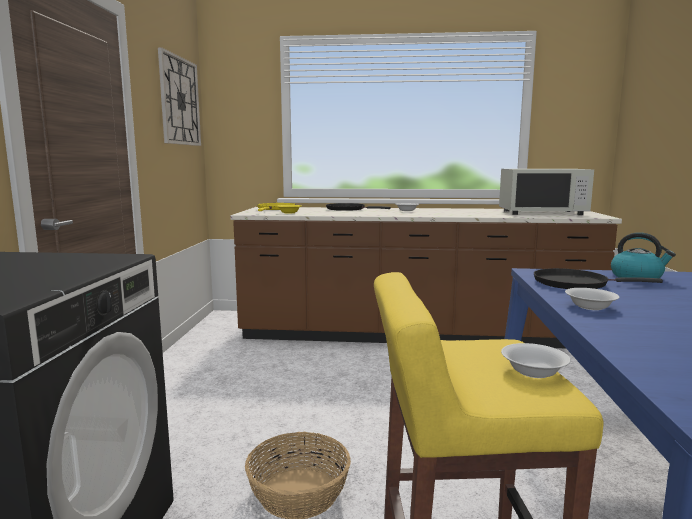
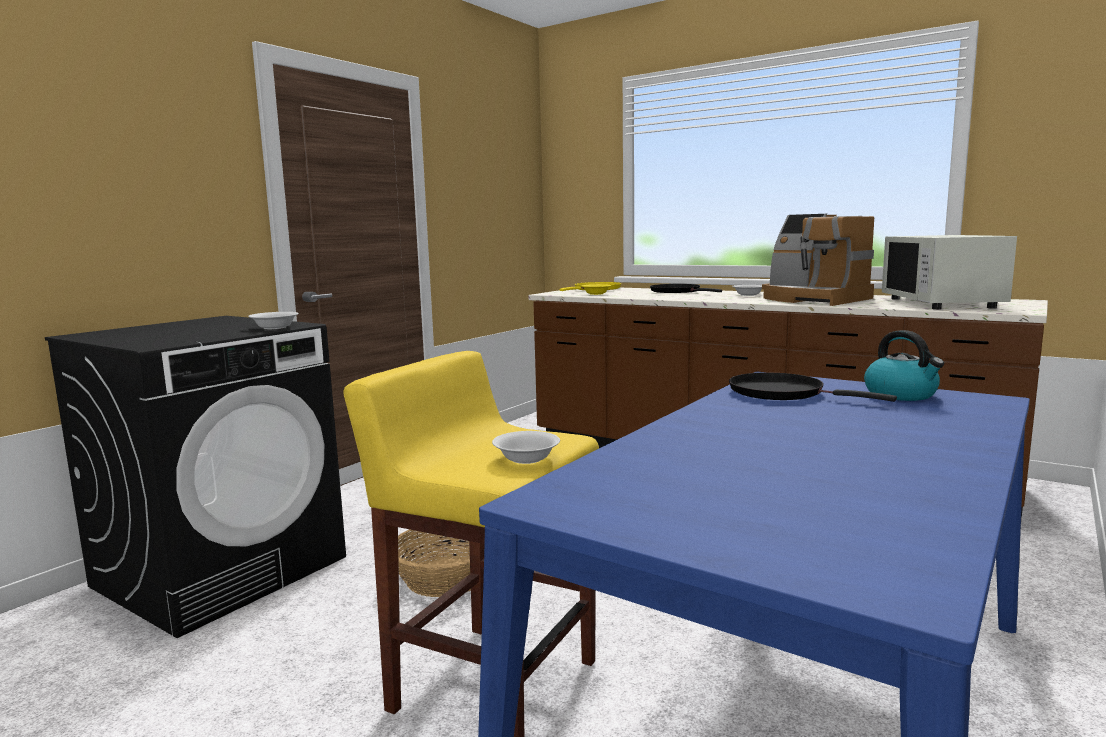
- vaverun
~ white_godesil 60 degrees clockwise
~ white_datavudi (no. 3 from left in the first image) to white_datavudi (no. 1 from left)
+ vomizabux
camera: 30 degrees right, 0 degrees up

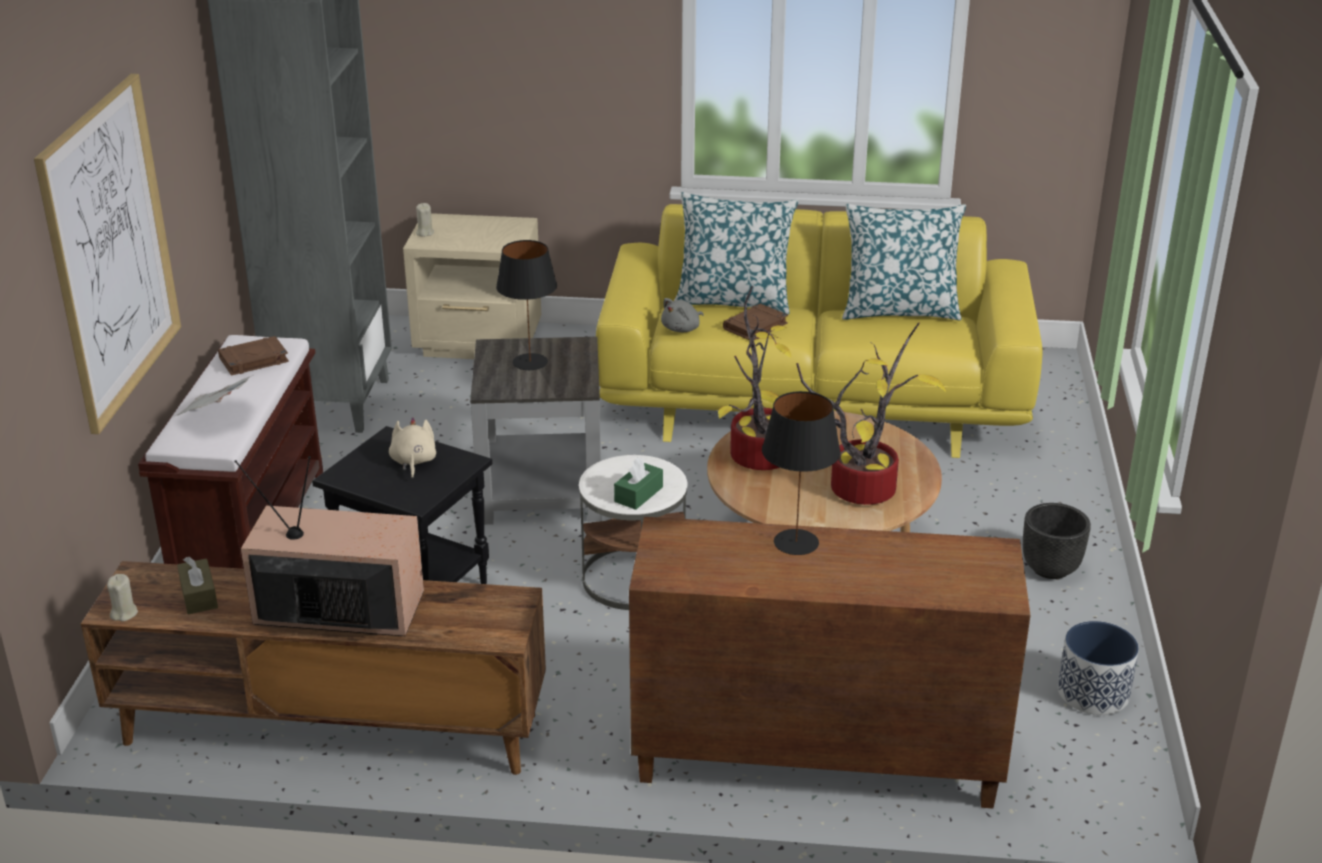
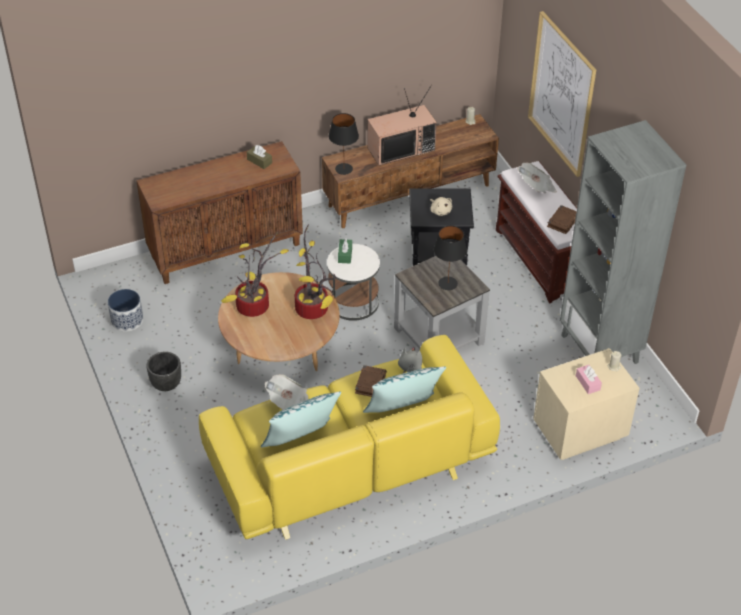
~ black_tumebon (no. 2 from left in the first image) to black_tumebon (no. 1 from left)
~ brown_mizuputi
+ pink_mizuputi
+ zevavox (no. 1 from left)
camera: 150 degrees right, 15 degrees up

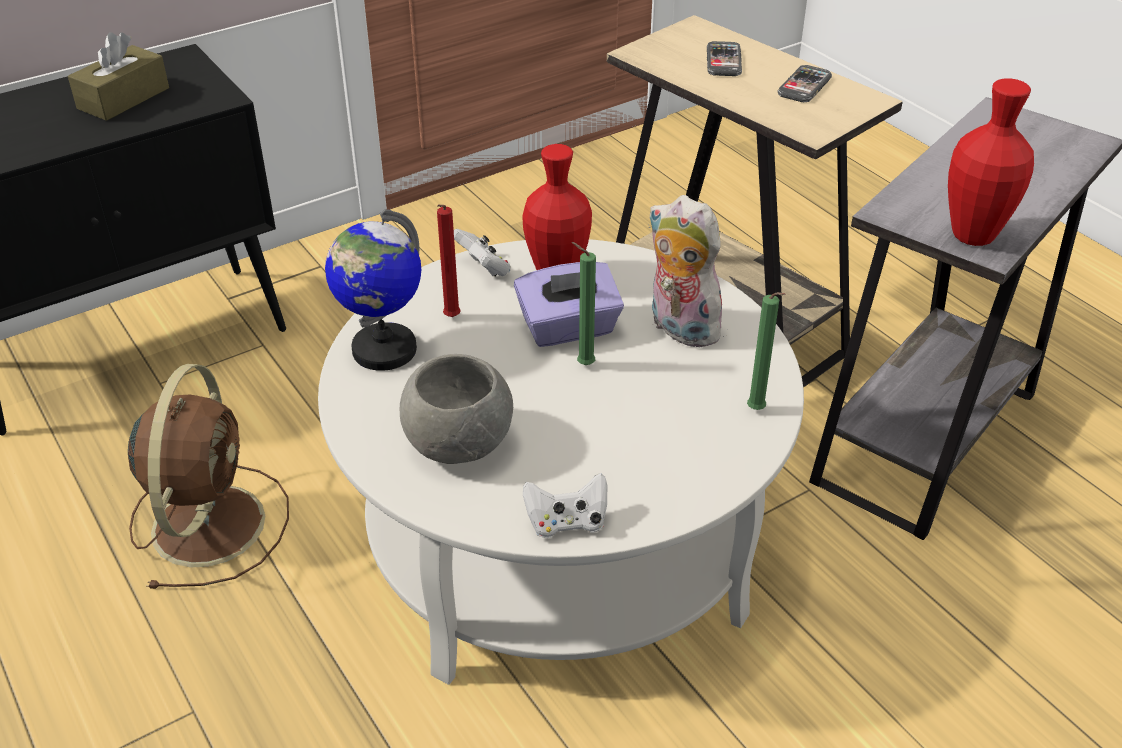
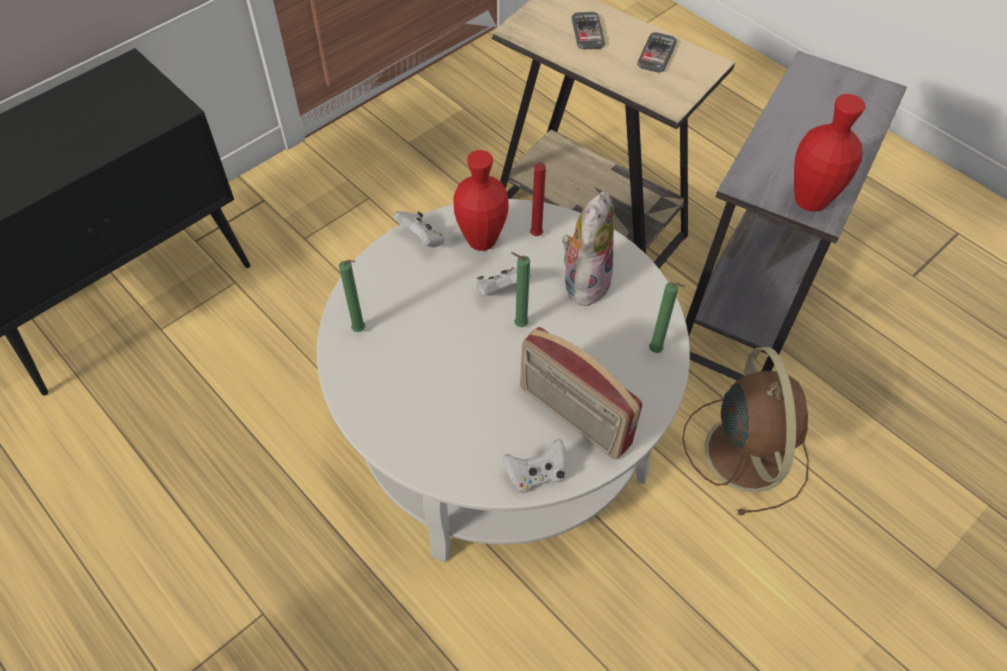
- brown_mizuputi
~ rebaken 75 degrees clockwise
~ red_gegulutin
~ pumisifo to green_gegulutin (no. 1 from left)
~ purple_mizuputi to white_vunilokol (no. 2 from left)
- grey_datavudi
~ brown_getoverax
+ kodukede
camera: 10 degrees left, 15 degrees up

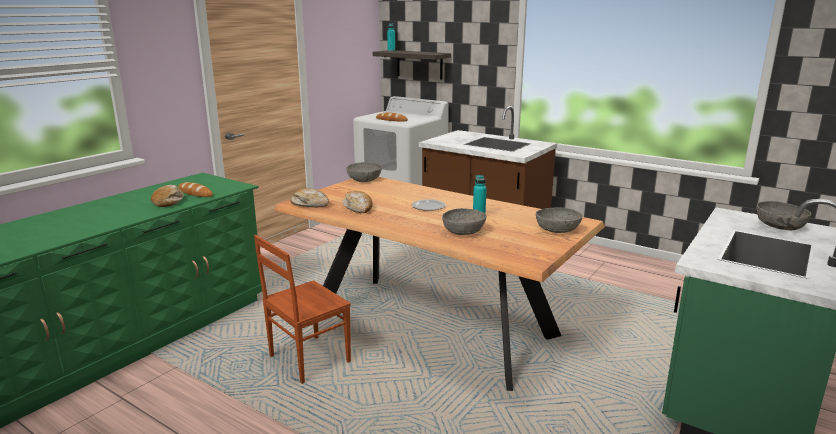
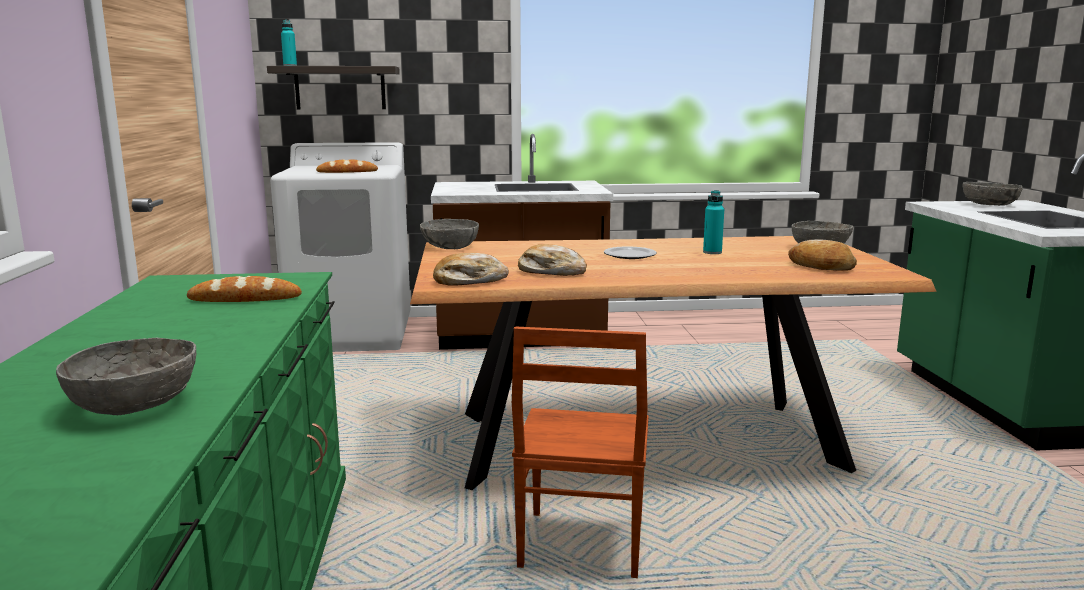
~ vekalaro (no. 1 from left in the first image) to vekalaro (no. 5 from left)
~ grey_datavudi (no. 2 from left in the first image) to grey_datavudi (no. 1 from left)
camera: 40 degrees left, 5 degrees down

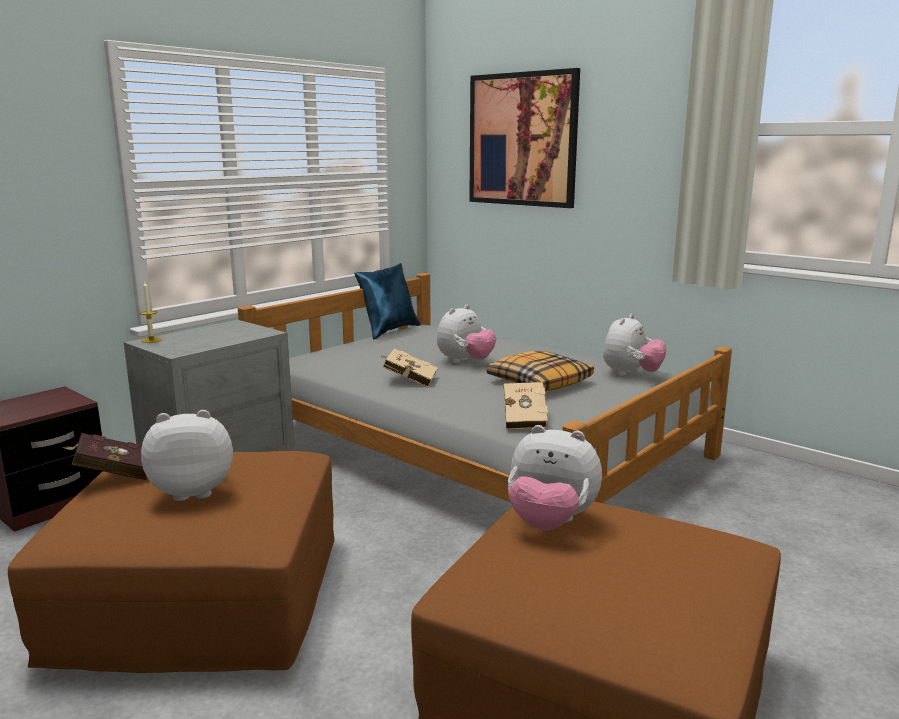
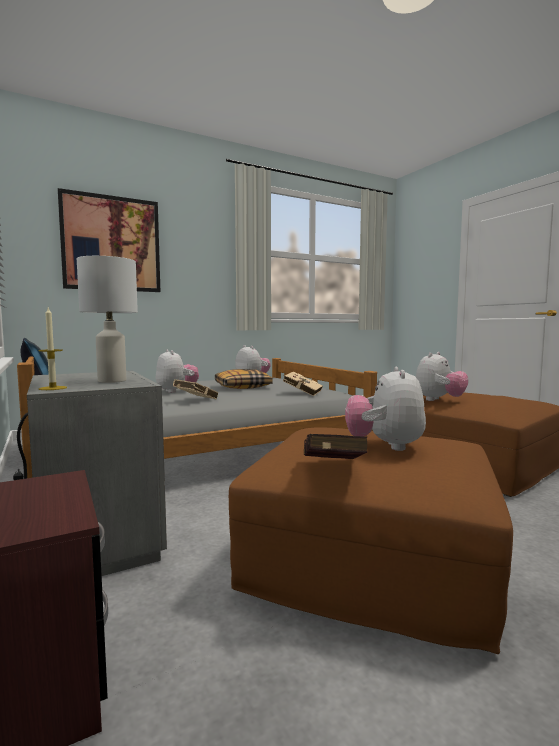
+ white_tumebon
camera: 70 degrees left, 10 degrees down

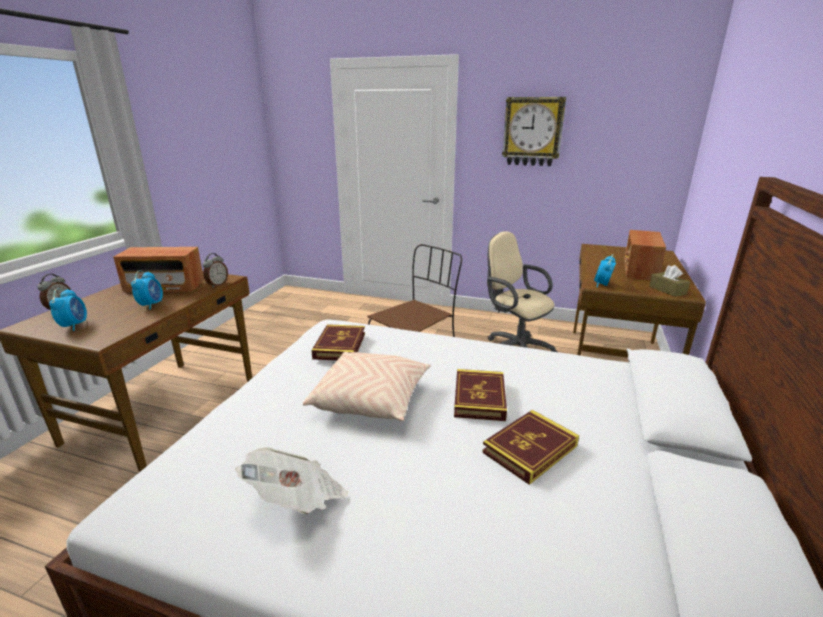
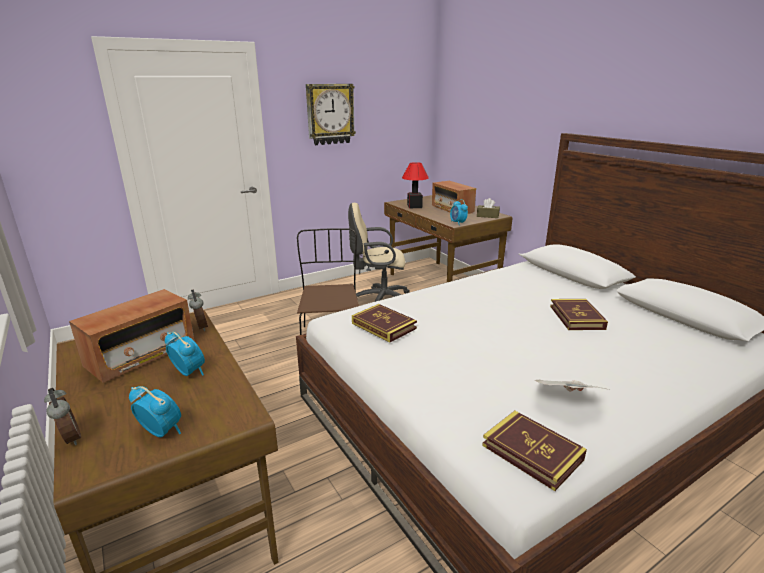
- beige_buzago
~ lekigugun (no. 2 from left)
+ tumebon
camera: 50 degrees left, 0 degrees up

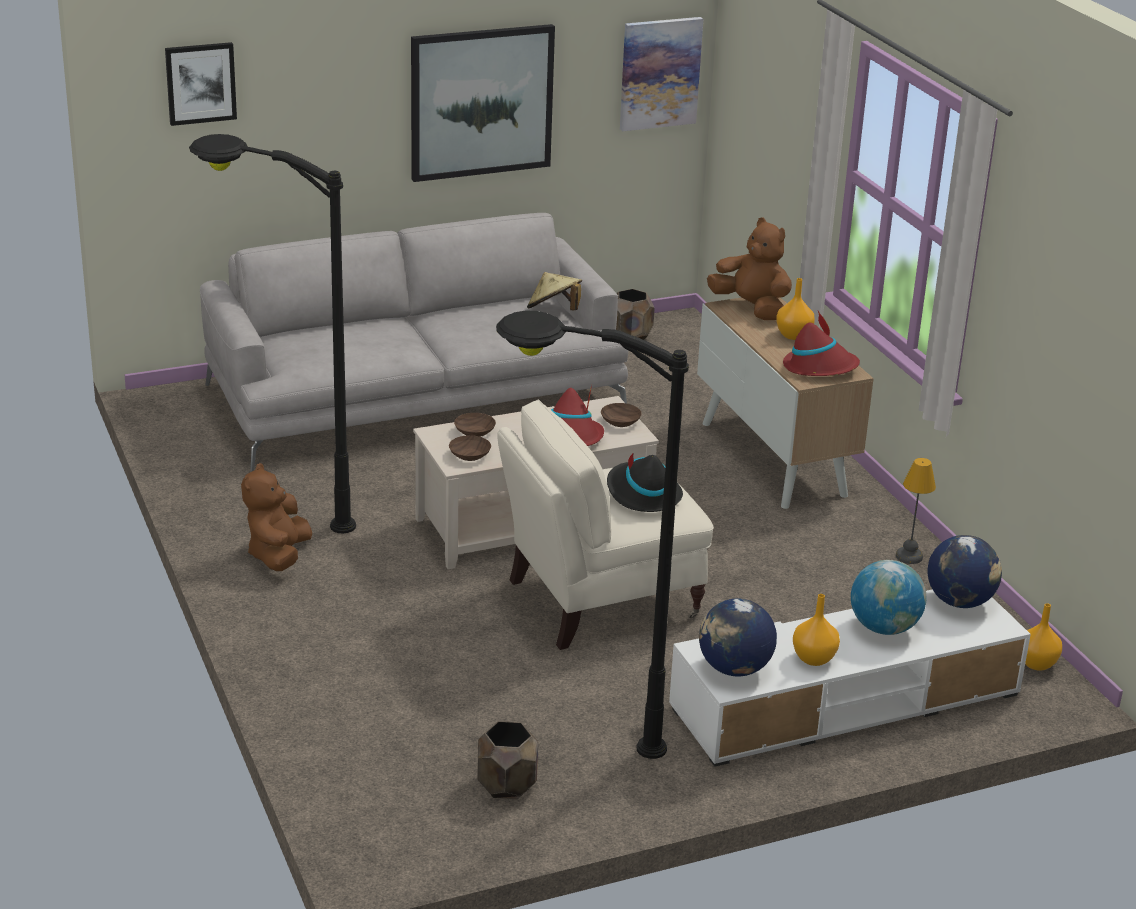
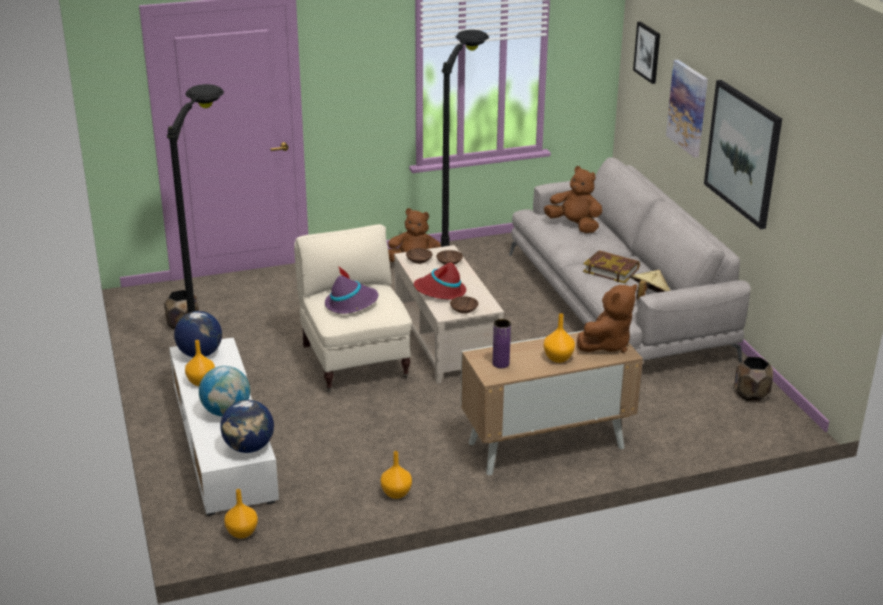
~ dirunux (no. 3 from left in the first image) to dirunux (no. 2 from left)
~ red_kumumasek (no. 2 from left) to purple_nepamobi
~ black_kumumasek to purple_kumumasek
~ tumebon to orange_nepamobi (no. 3 from left)
+ brown_rebaken (no. 2 from left)
+ lekigugun
camera: 95 degrees right, 0 degrees up

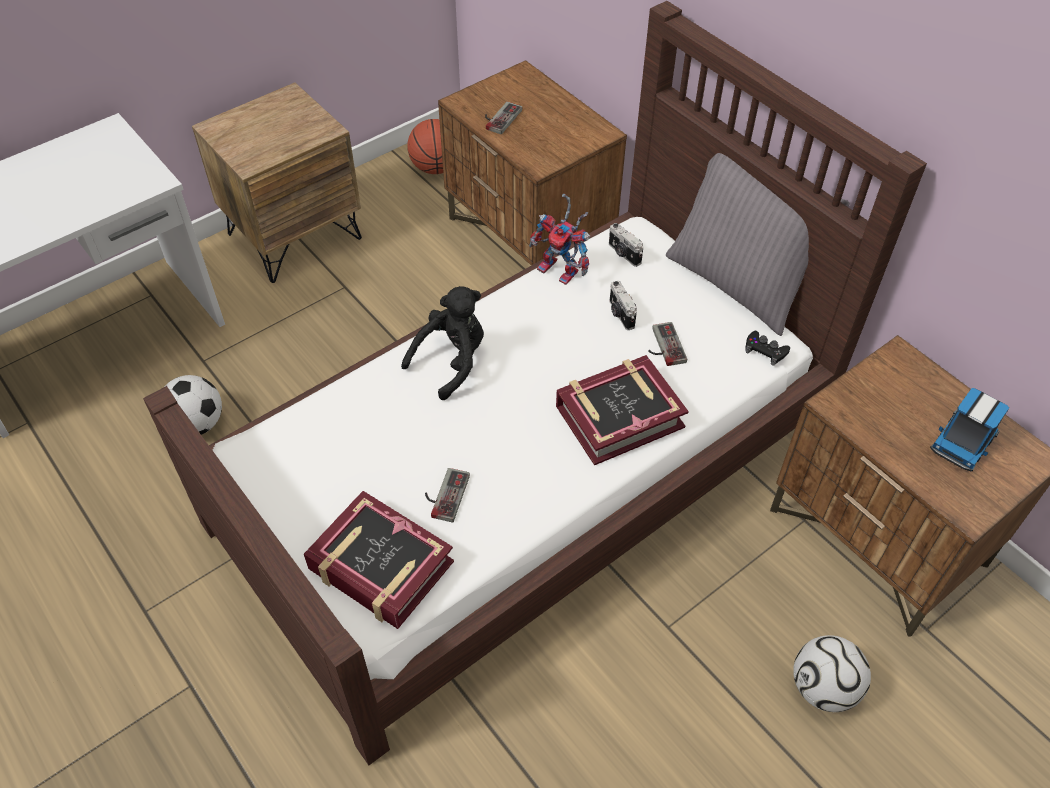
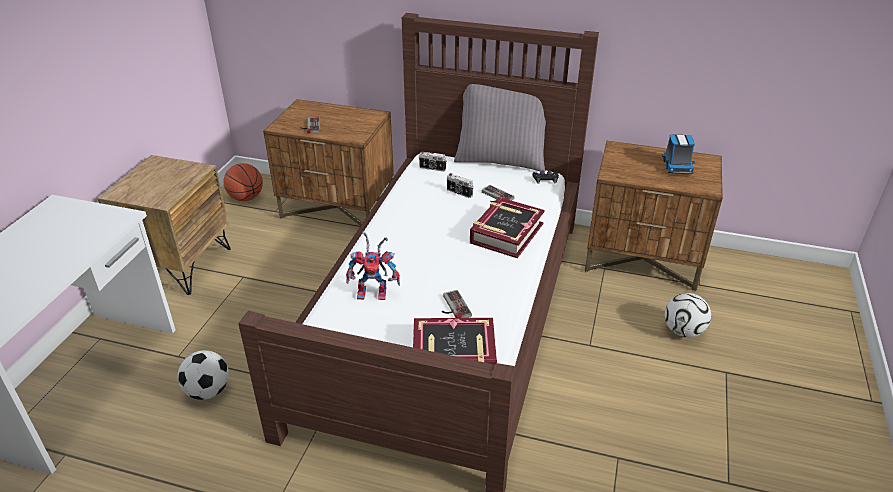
~ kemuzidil
- black_rebaken
camera: 35 degrees left, 15 degrees down

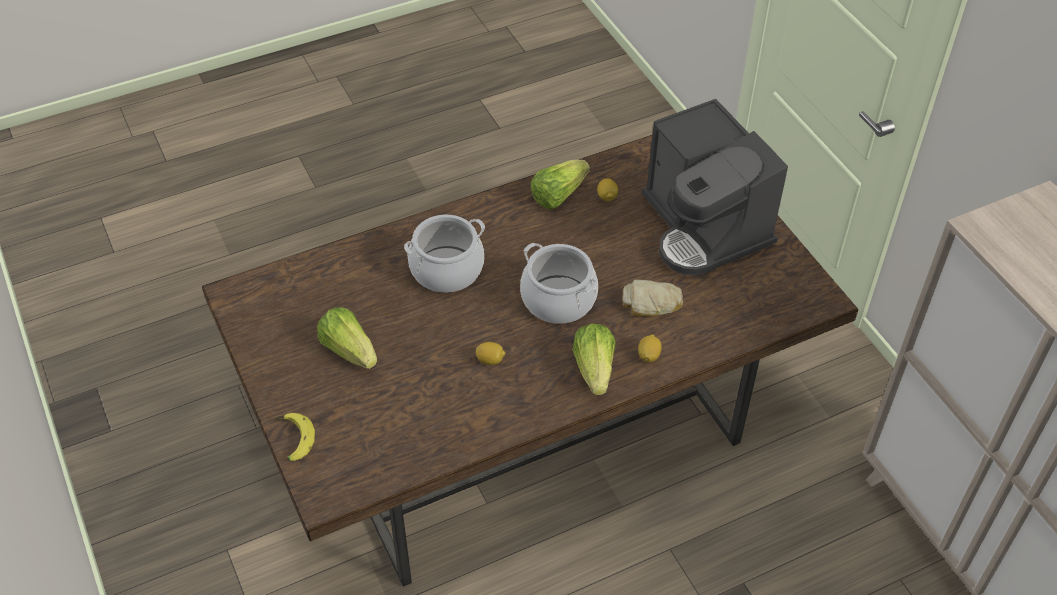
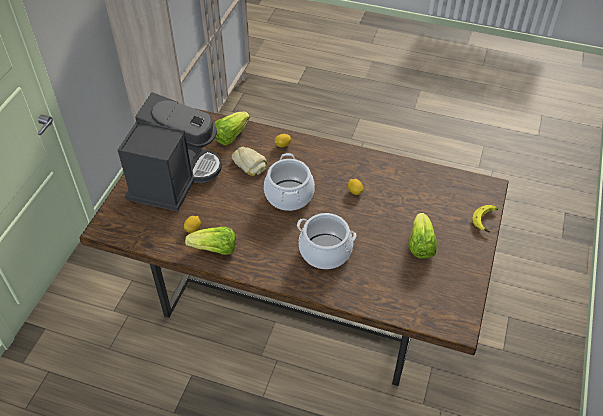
~ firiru (no. 3 from left in the first image) to firiru (no. 2 from left)
camera: 135 degrees left, 0 degrees up

